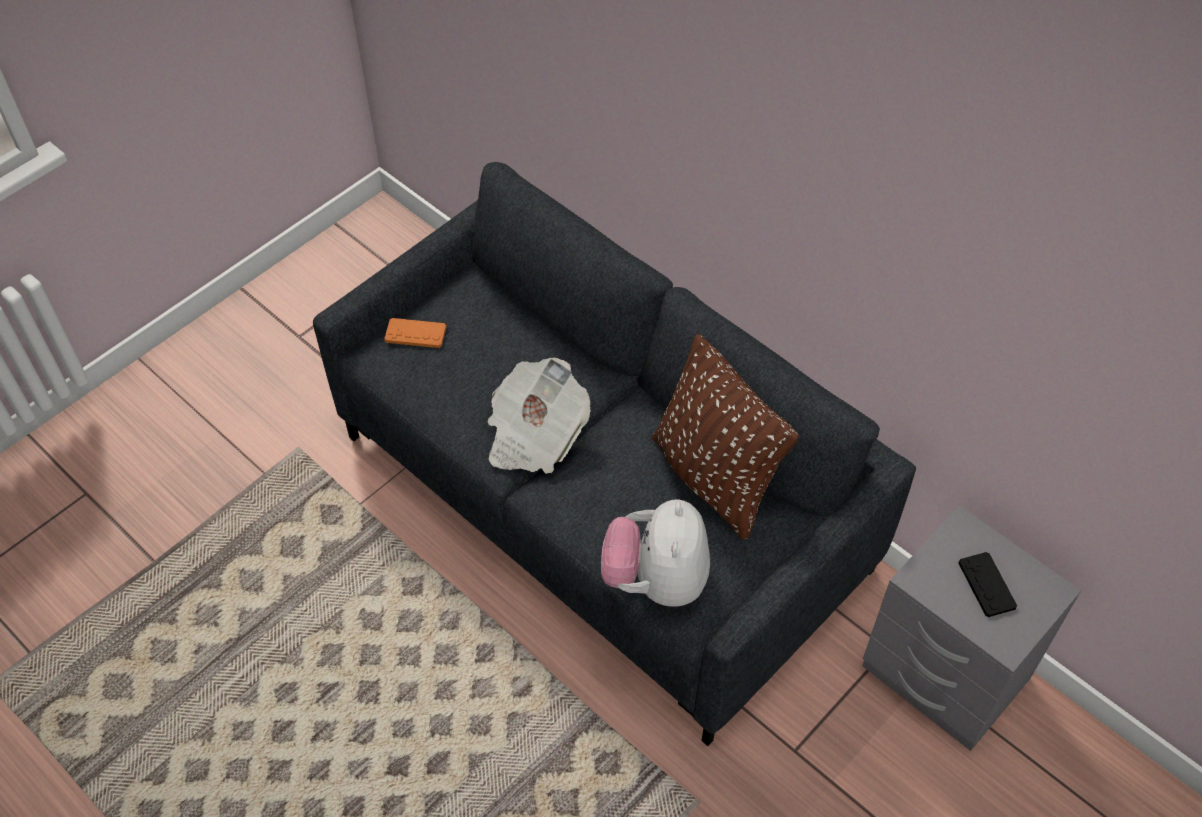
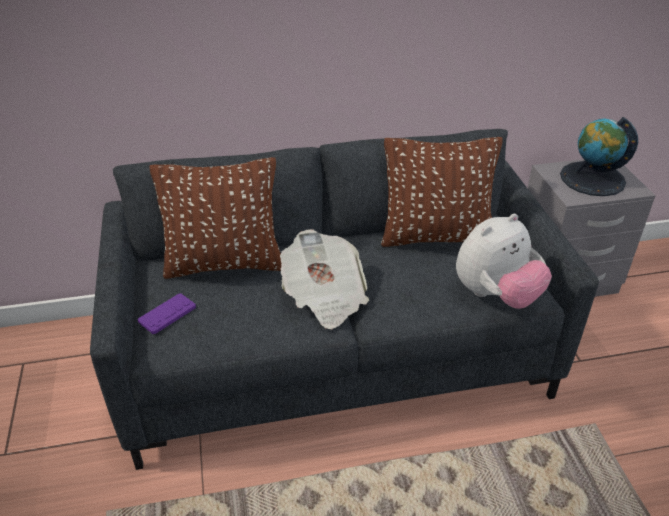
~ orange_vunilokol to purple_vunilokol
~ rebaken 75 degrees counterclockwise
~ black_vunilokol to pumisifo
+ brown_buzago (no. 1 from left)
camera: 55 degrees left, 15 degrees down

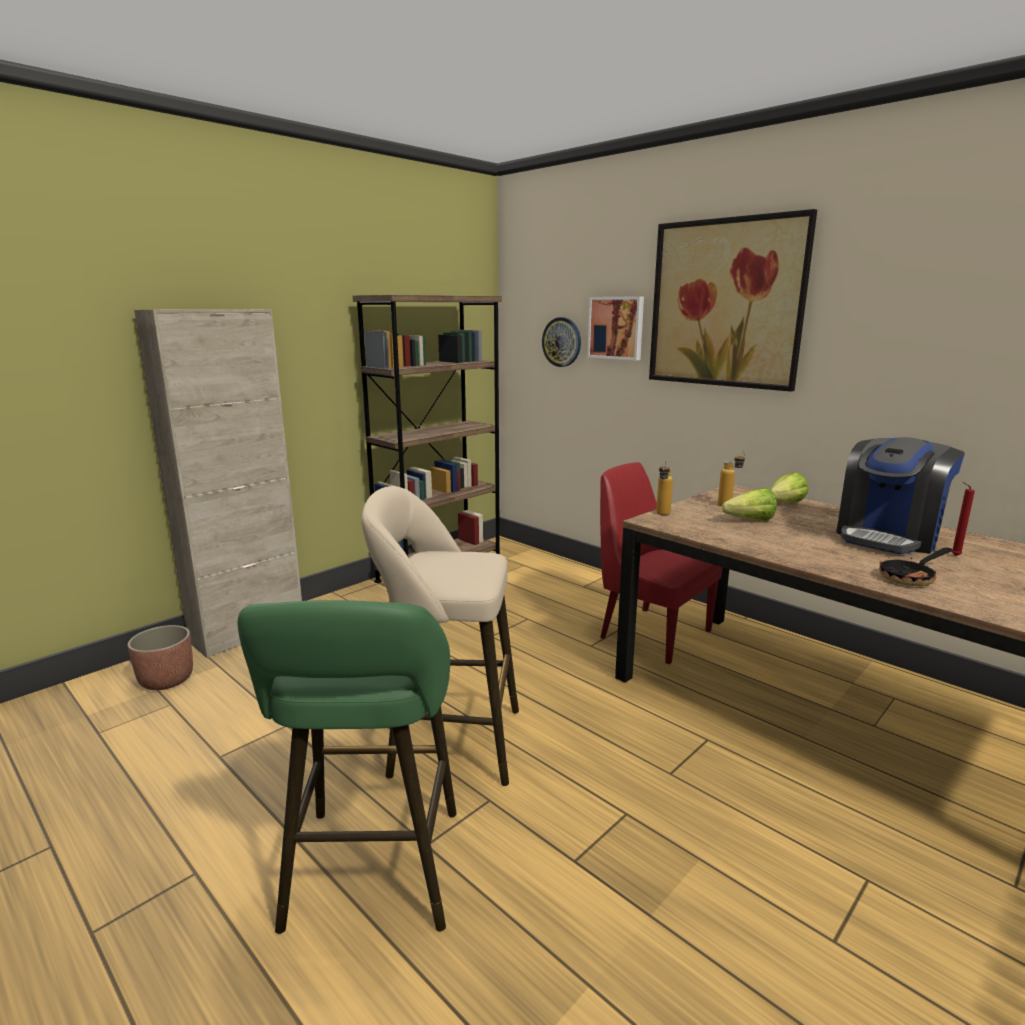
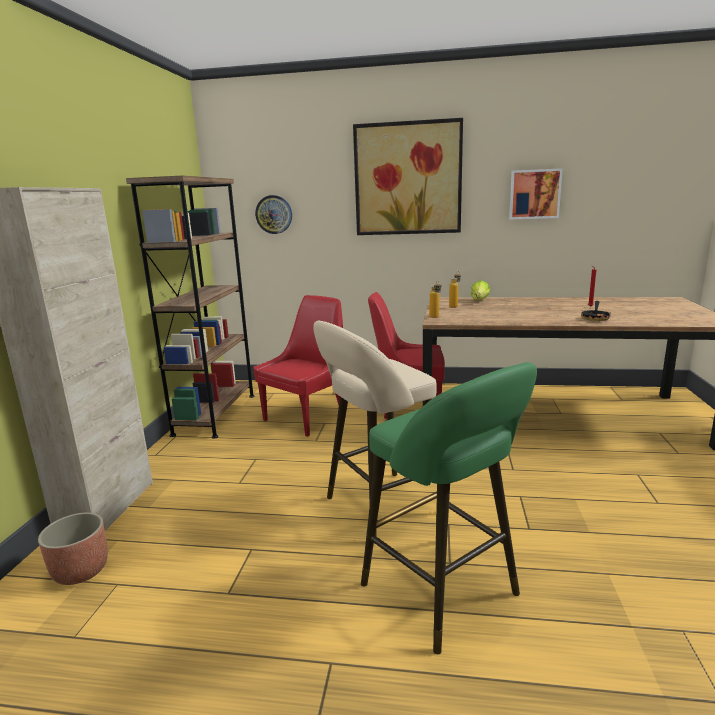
~ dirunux (no. 1 from left in the first image) to dirunux (no. 2 from left)
- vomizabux
- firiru (no. 1 from left)
+ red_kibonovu (no. 1 from left)
camera: 35 degrees left, 0 degrees up

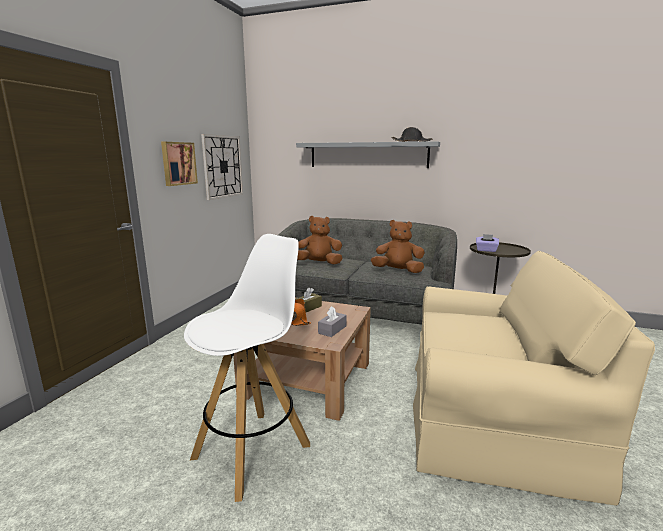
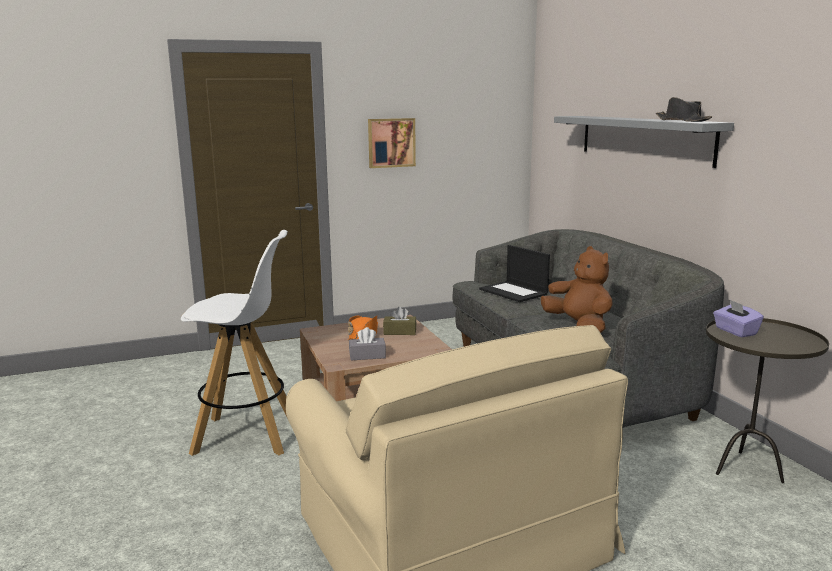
- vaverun
~ brown_rebaken (no. 1 from left) to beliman
camera: 50 degrees right, 0 degrees up

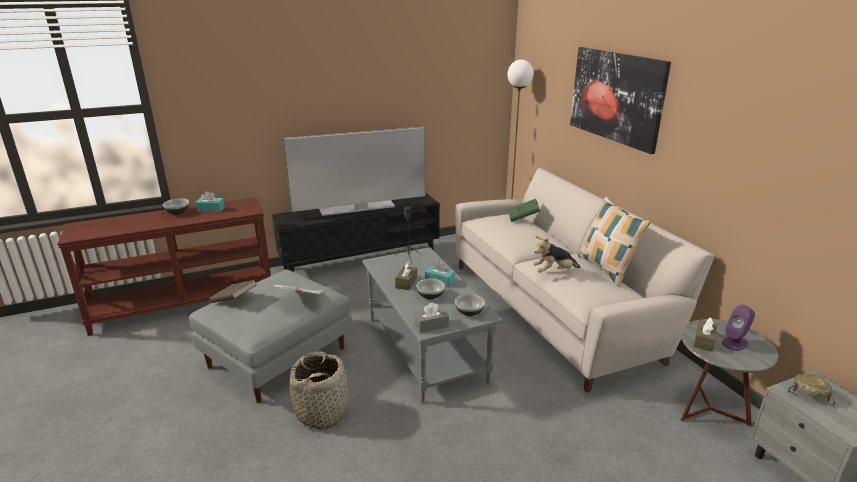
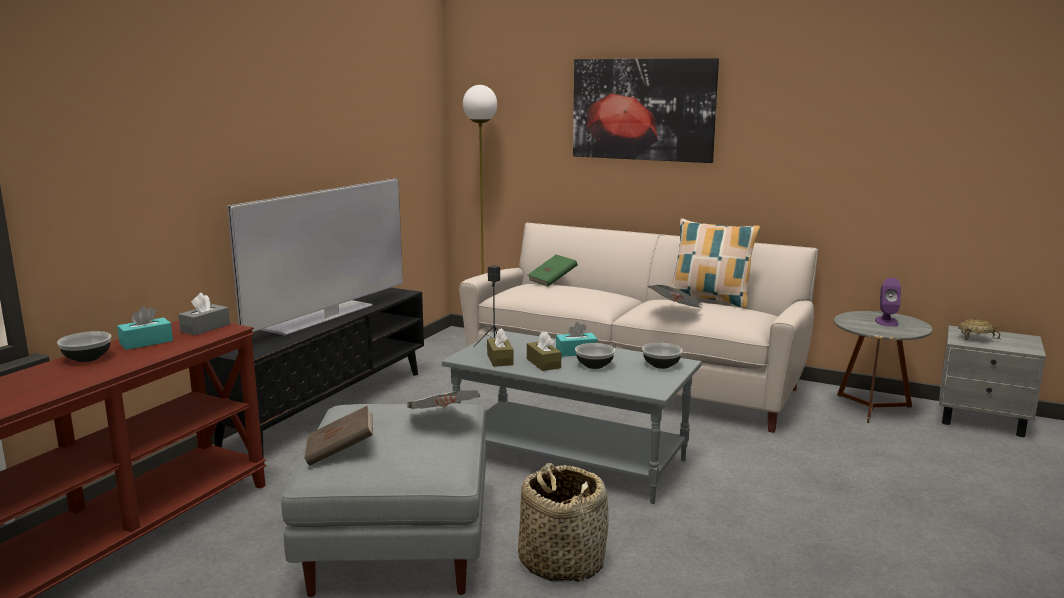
~ rebaken to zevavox (no. 2 from left)
~ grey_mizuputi
~ brown_mizuputi (no. 2 from left in the first image) to brown_mizuputi (no. 1 from left)
camera: 40 degrees left, 10 degrees down

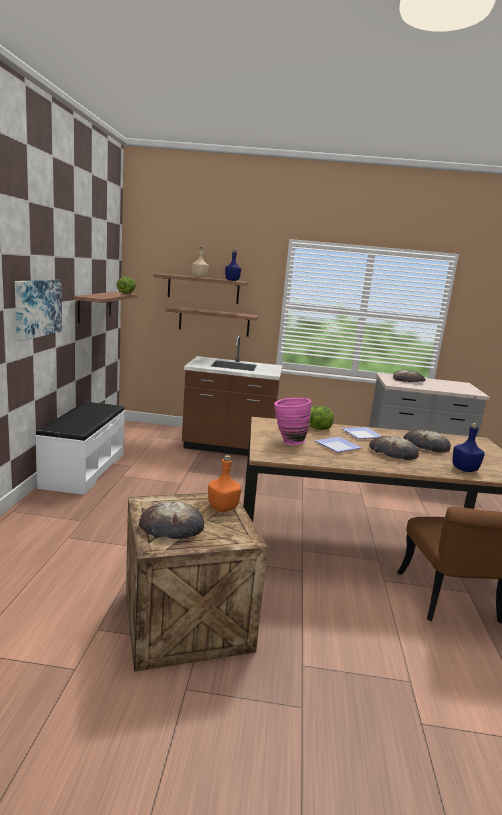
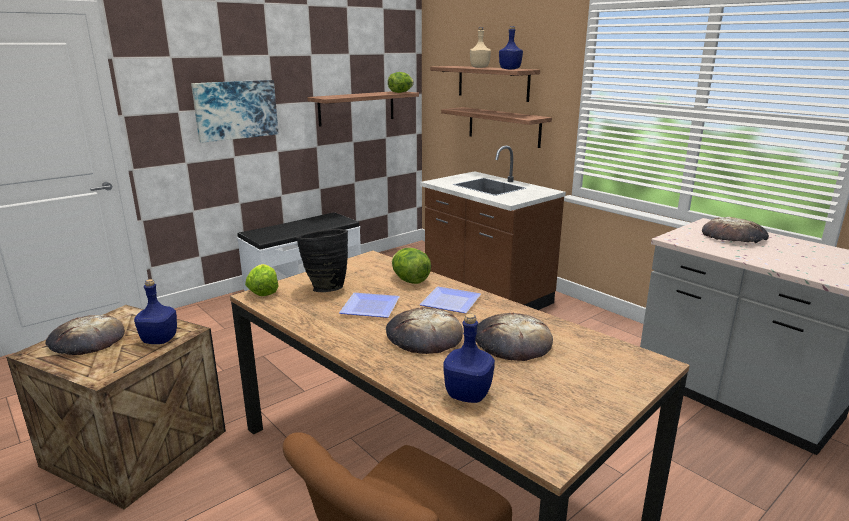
~ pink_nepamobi to black_nepamobi
~ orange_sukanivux to blue_sukanivux (no. 1 from left)
+ firiru (no. 1 from left)
camera: 45 degrees right, 5 degrees up

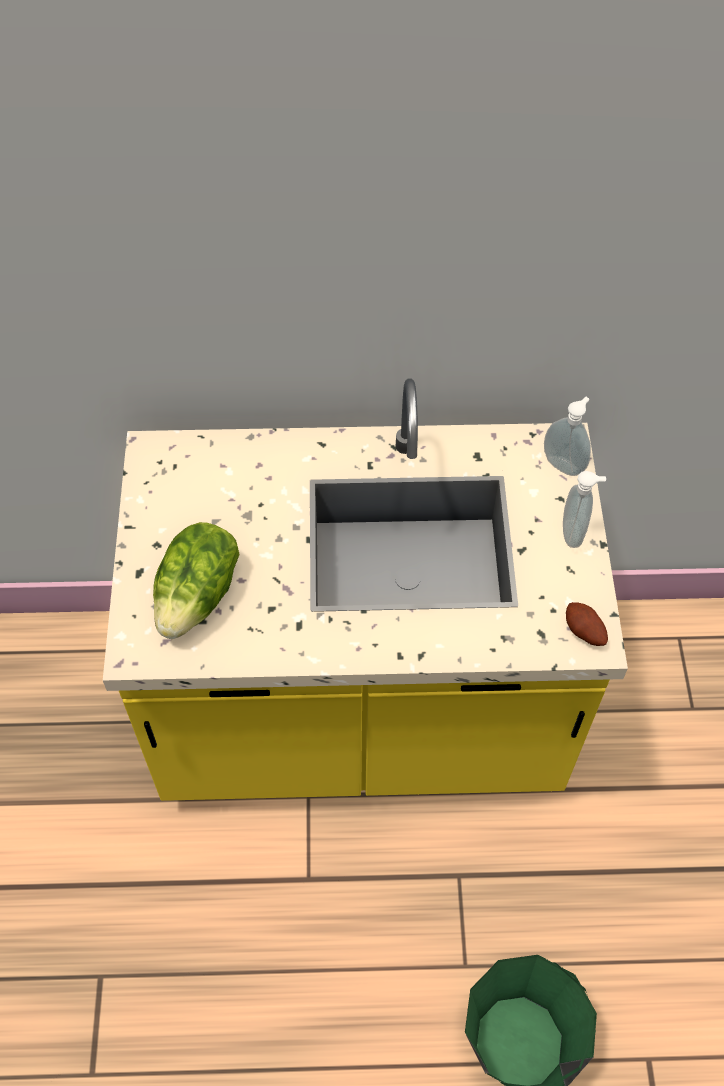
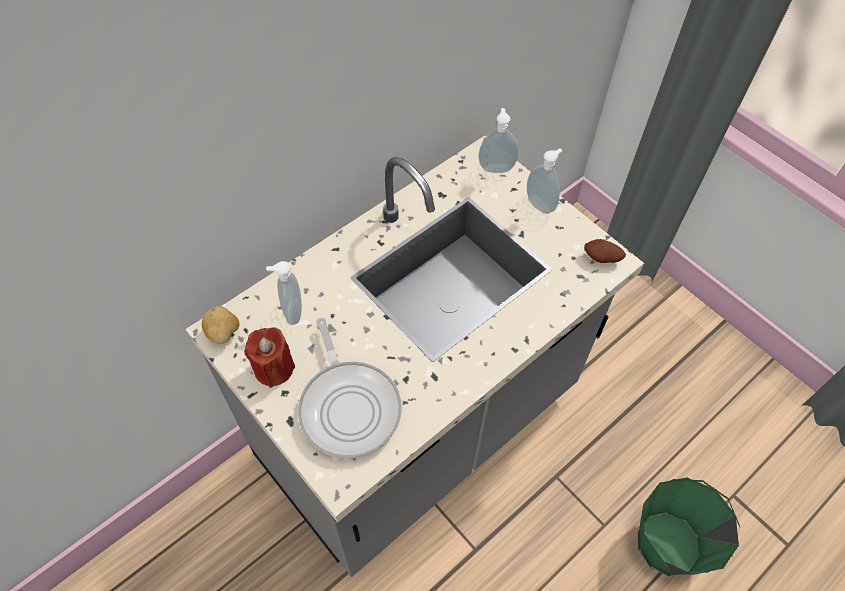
~ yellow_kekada to grey_kekada
~ firiru to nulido
+ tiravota (no. 1 from left)
+ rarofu (no. 1 from left)
+ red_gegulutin
camera: 40 degrees left, 0 degrees up

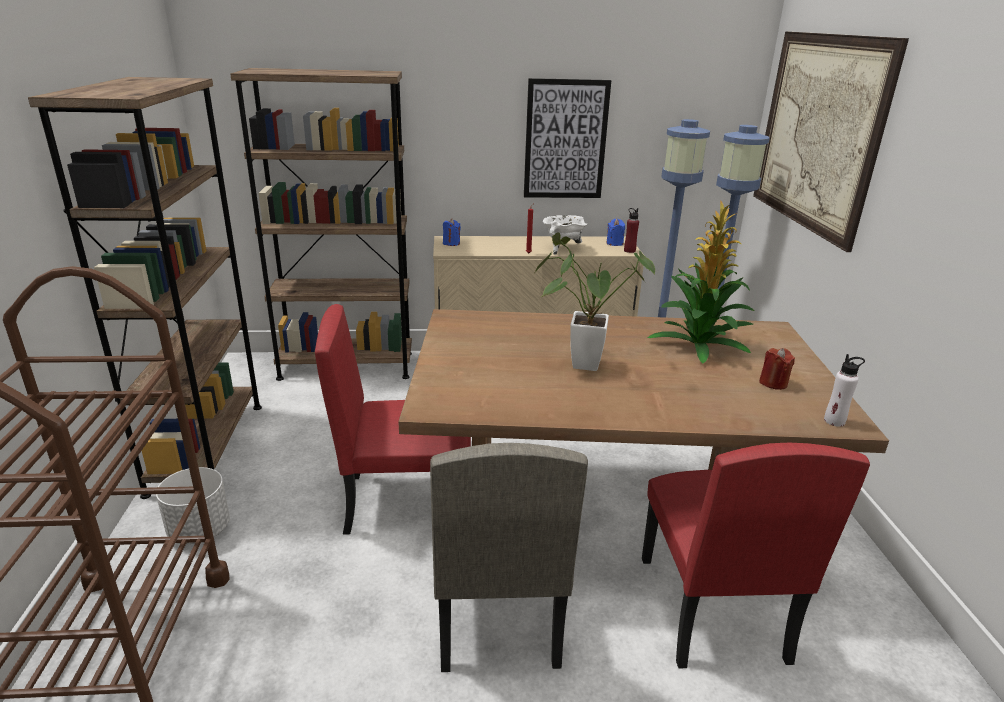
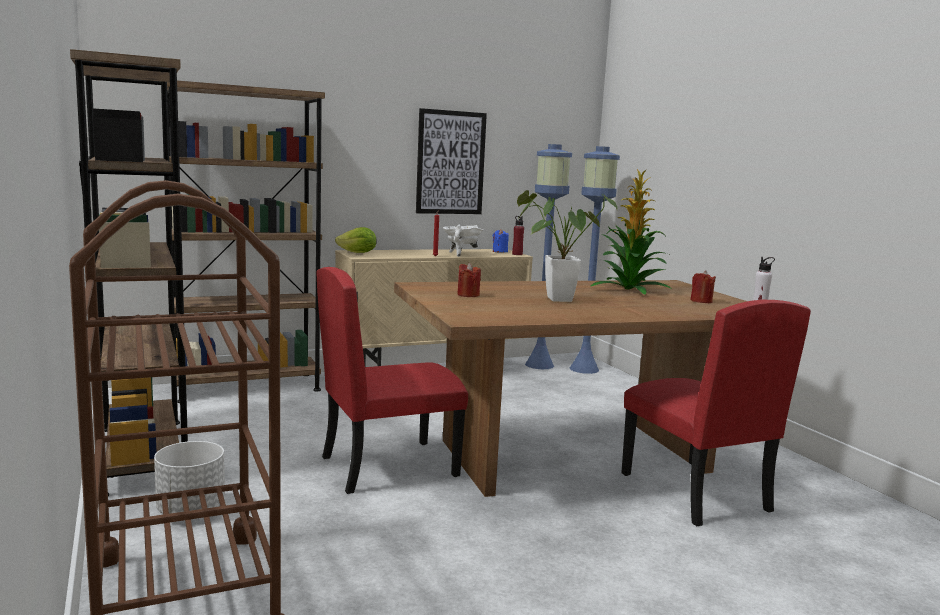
- dirunux (no. 2 from left)
~ blue_gegulutin (no. 1 from left) to firiru
- beige_kibonovu
+ red_gegulutin (no. 2 from left)
camera: 20 degrees left, 15 degrees down

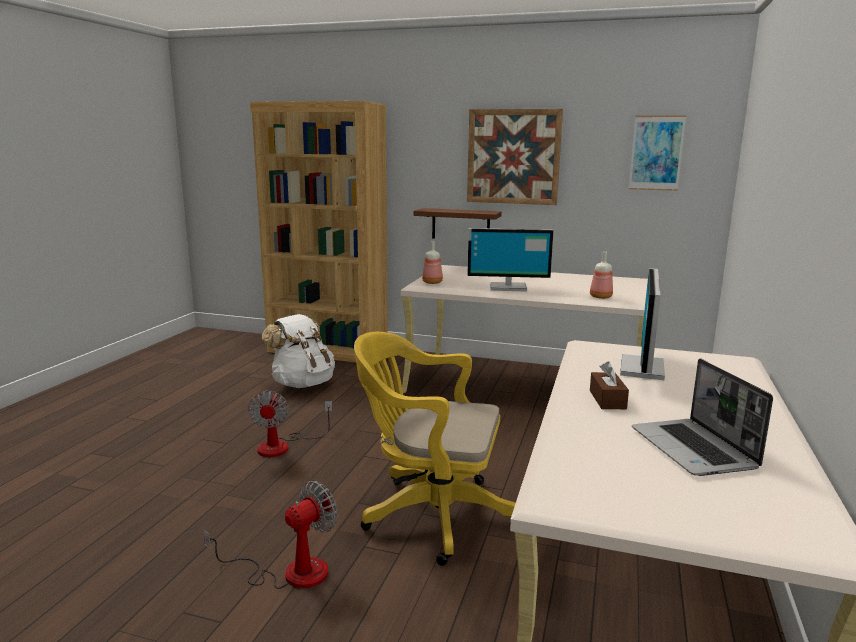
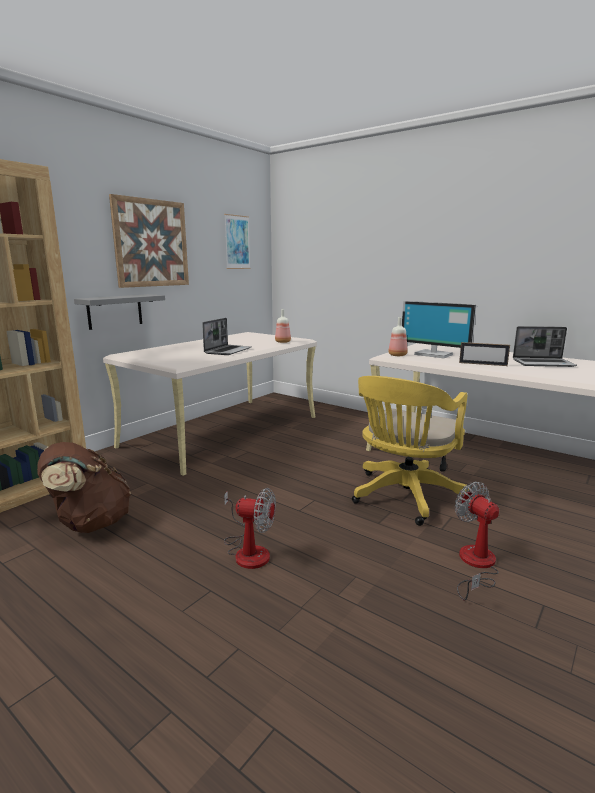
~ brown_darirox to grey_darirox
~ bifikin (no. 1 from left) to beliman (no. 1 from left)
~ sukanivux (no. 1 from left in the first image) to sukanivux (no. 2 from left)
~ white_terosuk to brown_terosuk
~ brown_mizuputi to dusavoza
camera: 70 degrees left, 0 degrees up

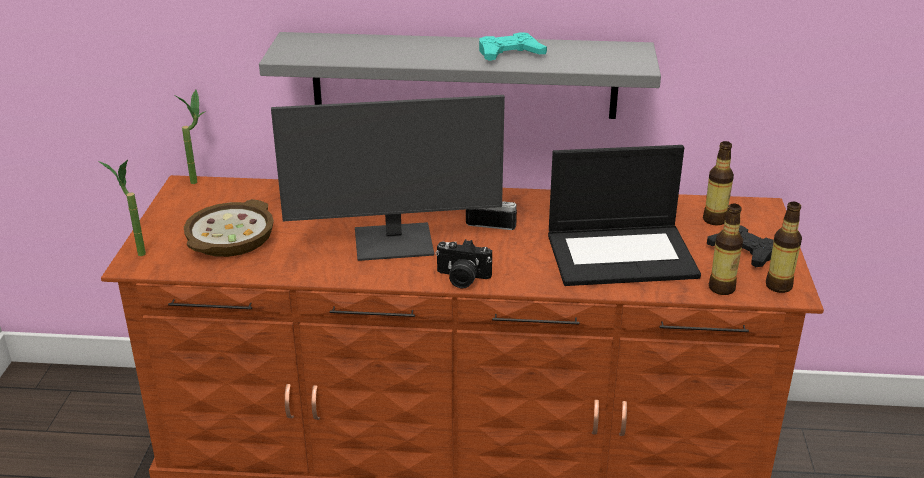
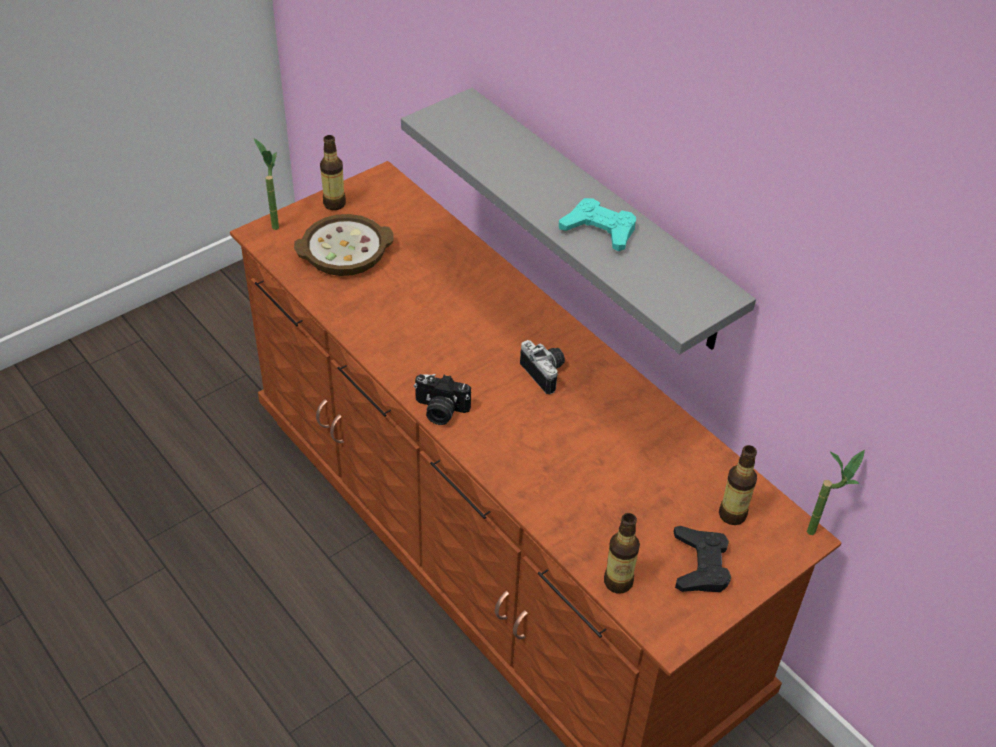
~ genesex (no. 2 from left)
- bifikin
- beliman
~ sukanivux (no. 3 from left in the first image) to sukanivux (no. 1 from left)
~ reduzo (no. 1 from left) 45 degrees counterclockwise
camera: 45 degrees right, 15 degrees up

